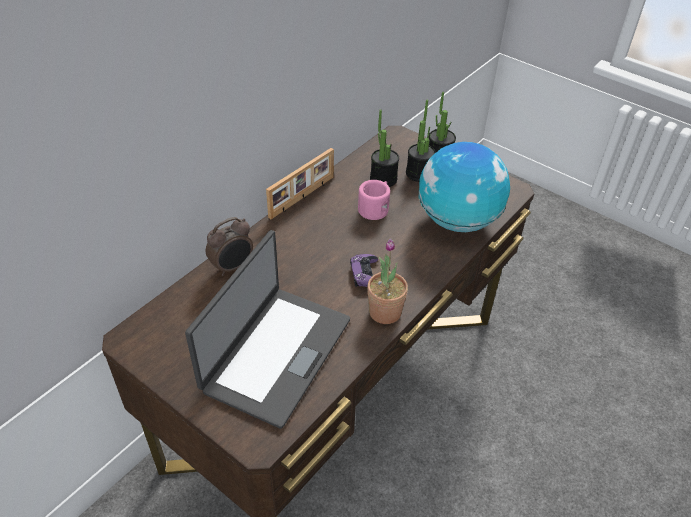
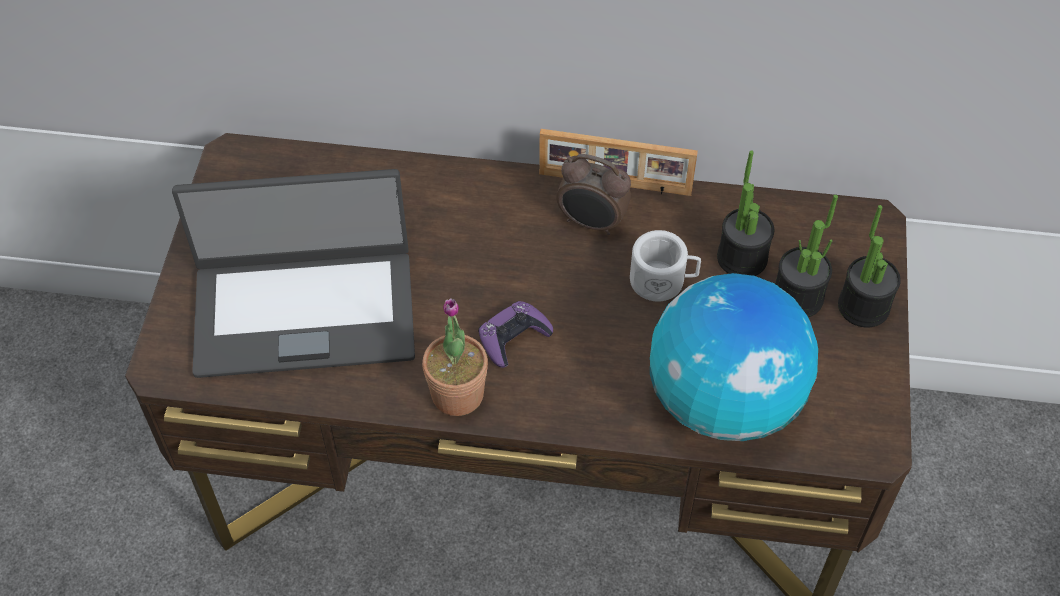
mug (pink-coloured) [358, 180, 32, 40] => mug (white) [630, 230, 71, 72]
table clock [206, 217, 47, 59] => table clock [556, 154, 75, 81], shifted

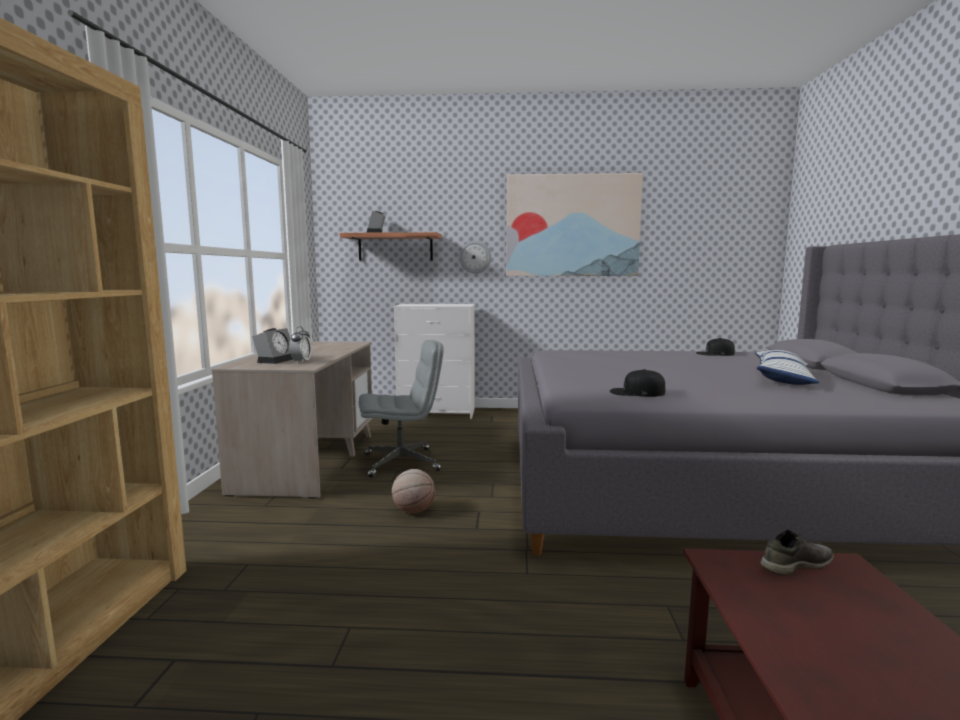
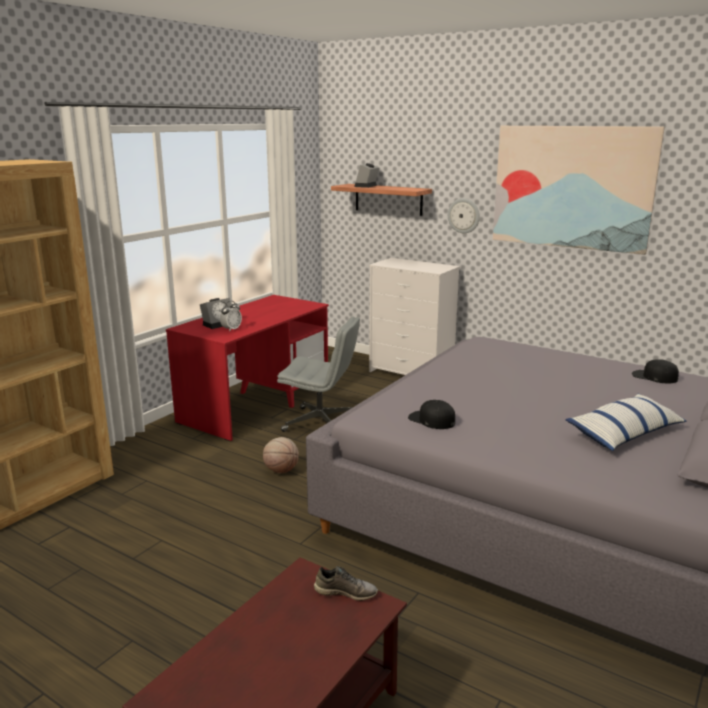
desk table (beige) [211, 342, 162, 157] => desk table (red) [166, 295, 163, 146]

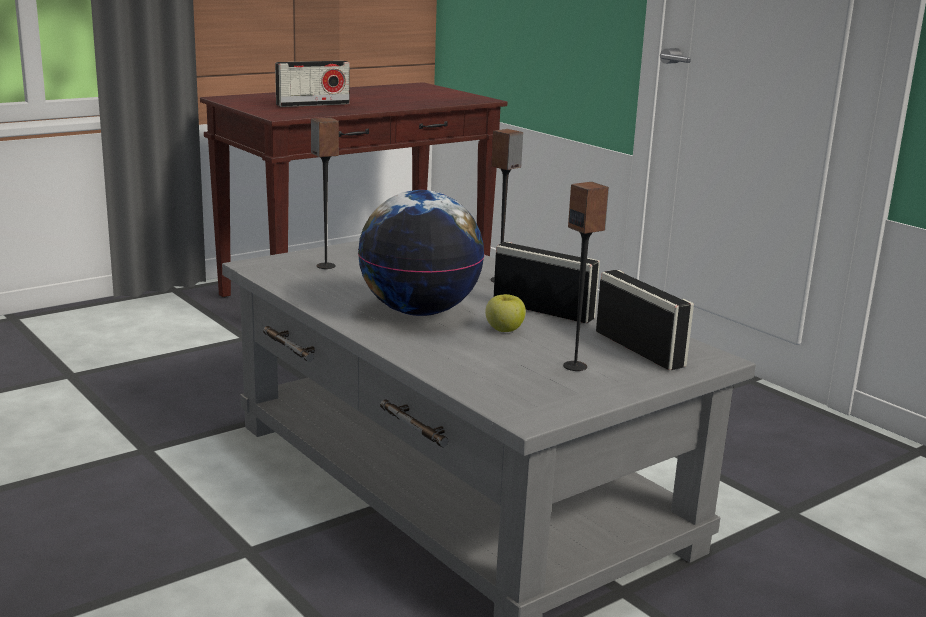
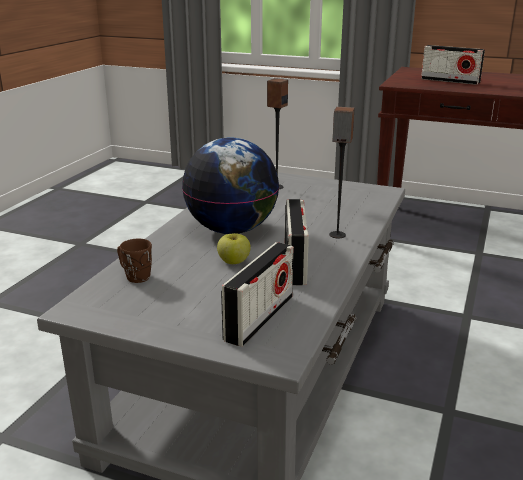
speaker [563, 182, 46, 189] => nothing
nothing => mug (brownish) [117, 239, 35, 44]

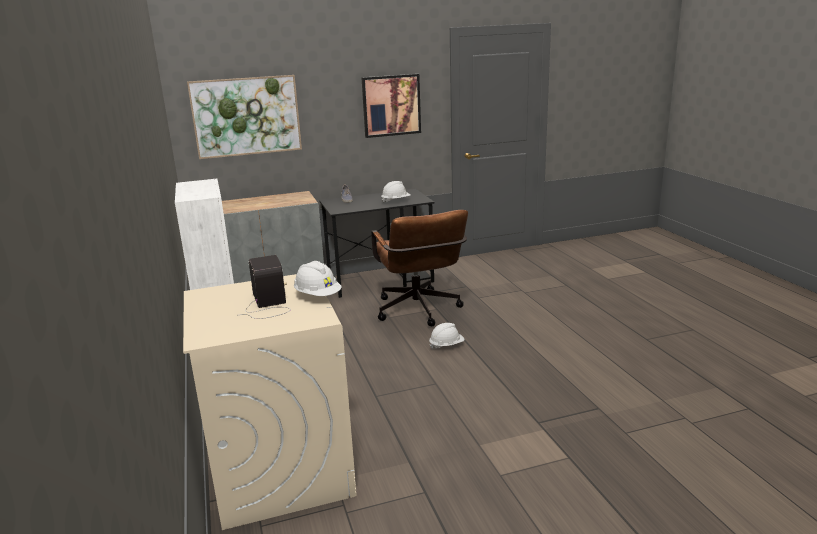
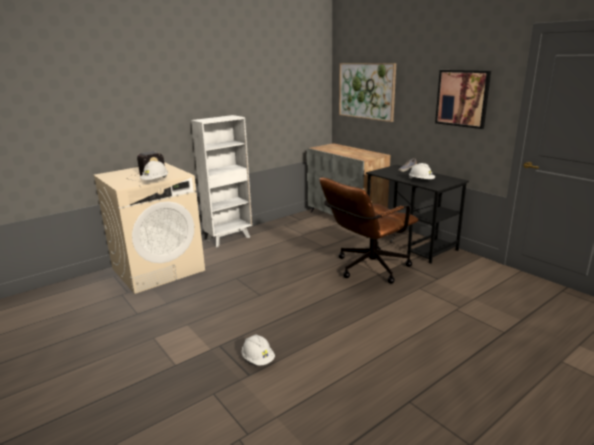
safety helmet (white) [429, 323, 36, 26] => safety helmet (white) [241, 335, 34, 30], shifted

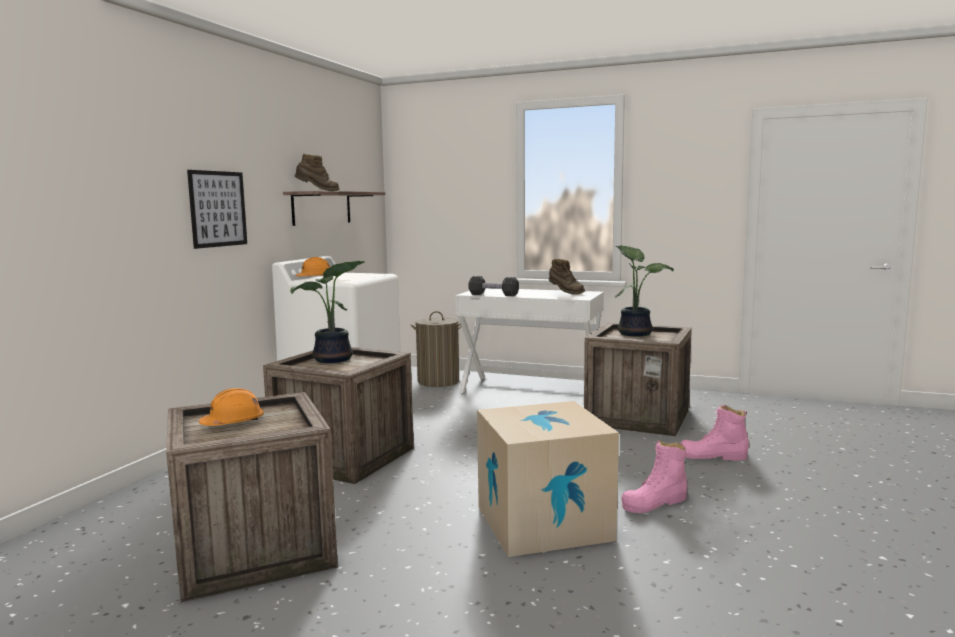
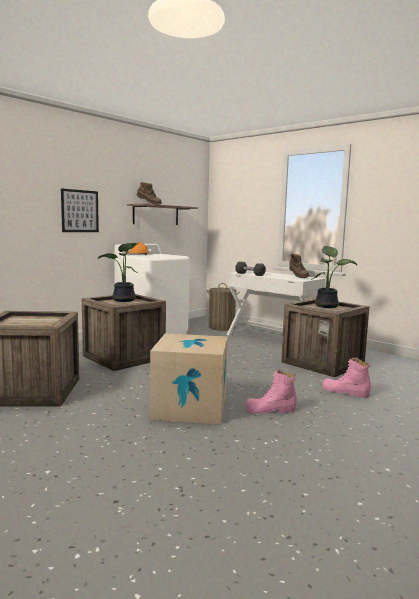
safety helmet (orange-coloured) [199, 388, 65, 38] => nothing

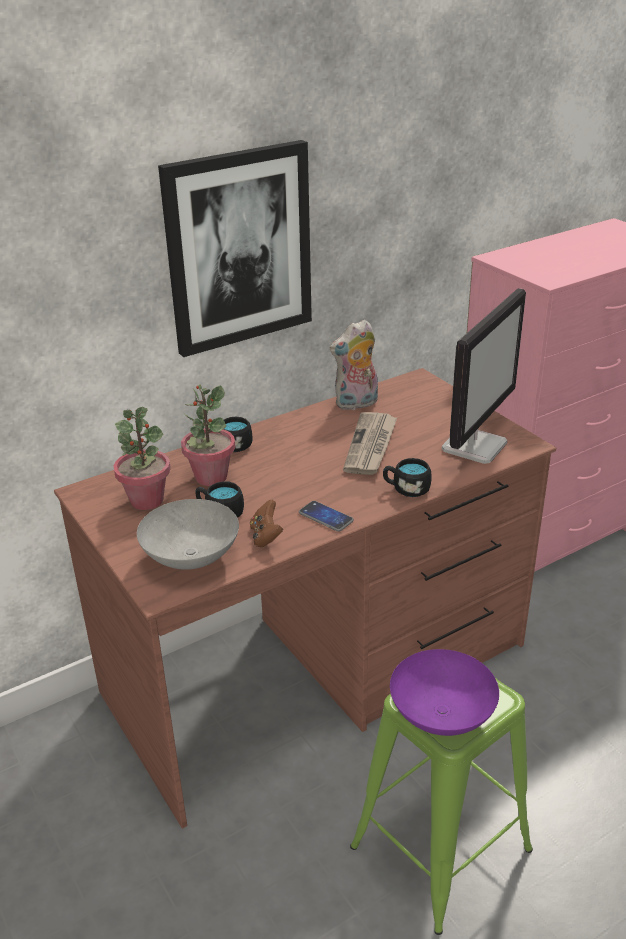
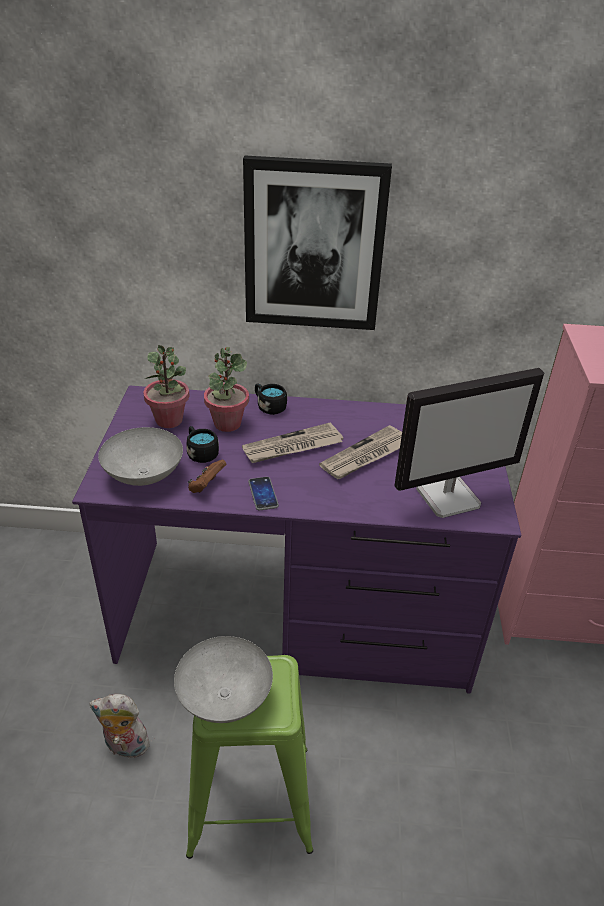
plush toy [330, 319, 48, 91] => plush toy [89, 694, 64, 68], shifted
desk table (brownish) [54, 368, 502, 460] => desk table (purple-coloured) [72, 385, 449, 309]
mug (black) [383, 458, 49, 39] => nothing
serving bowl (purple-coloured) [390, 649, 109, 87] => serving bowl (greyish) [174, 636, 99, 87]
nothing => daily paper [242, 422, 101, 41]

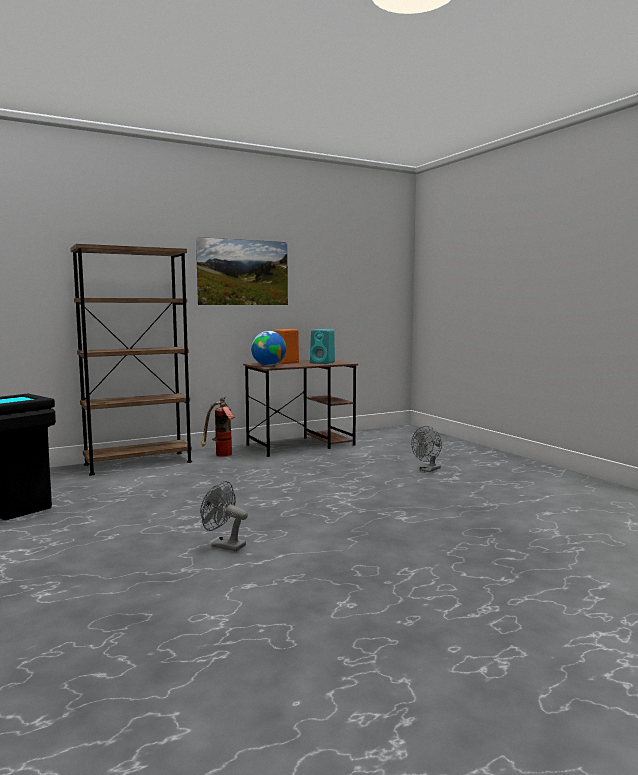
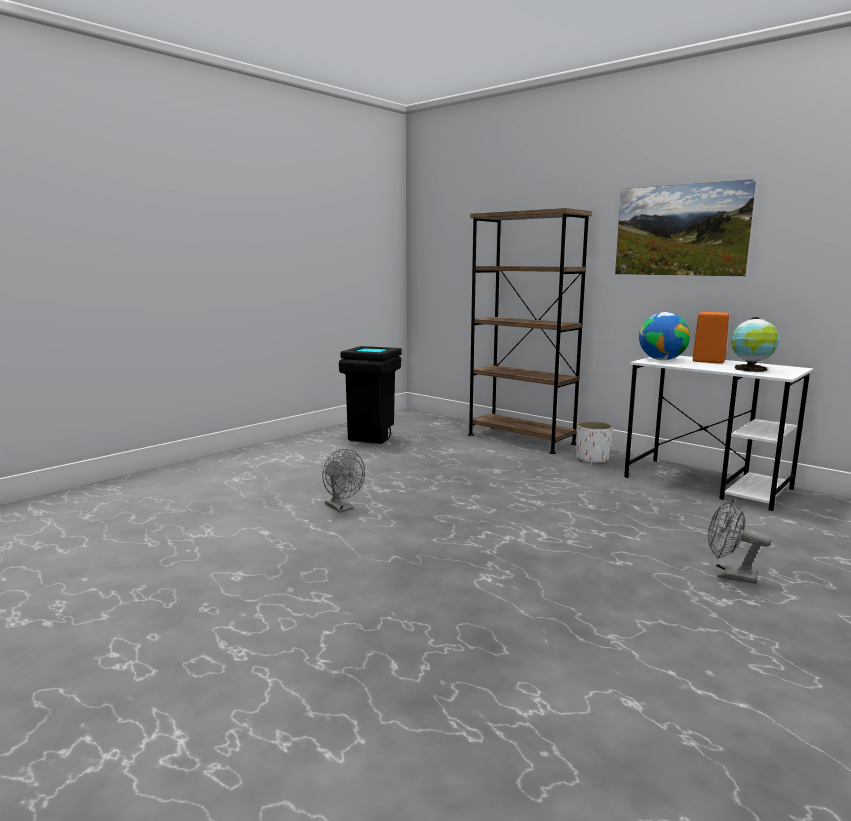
speaker (turquoise) [310, 329, 25, 35] => desk globe [731, 317, 48, 55]
desk table (brownish) [243, 360, 115, 97] => desk table (white) [624, 356, 189, 155]
fire extinguisher [201, 397, 34, 60] => planter (white) [576, 421, 37, 43]
fan (greyish) [200, 481, 48, 71] => fan (greyish) [322, 449, 43, 64], 135 degrees clockwise

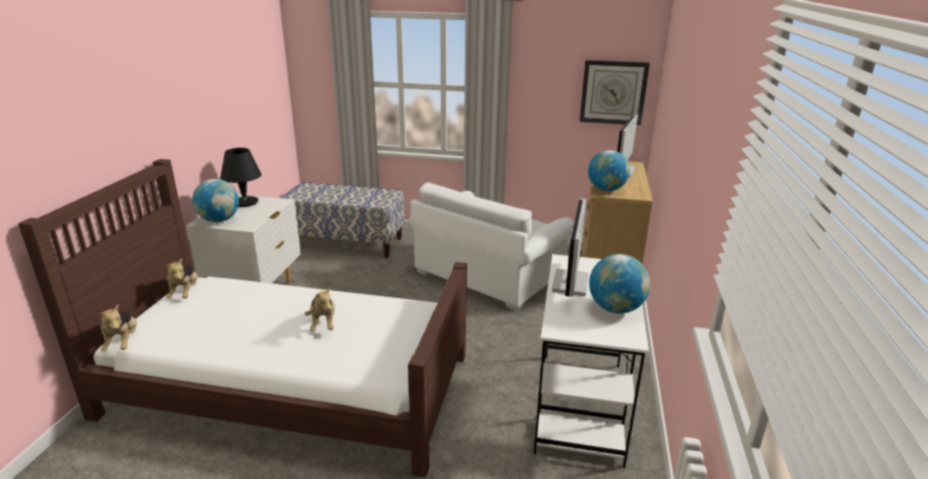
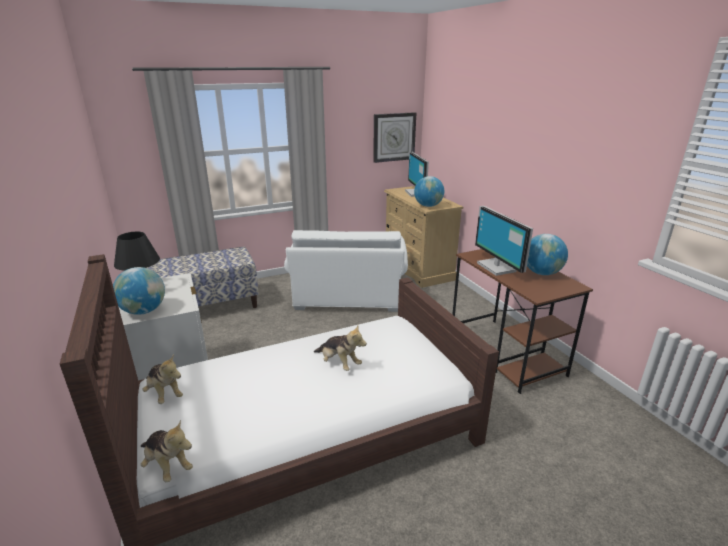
desk table (white) [534, 254, 115, 214] => desk table (brownish) [452, 249, 141, 145]

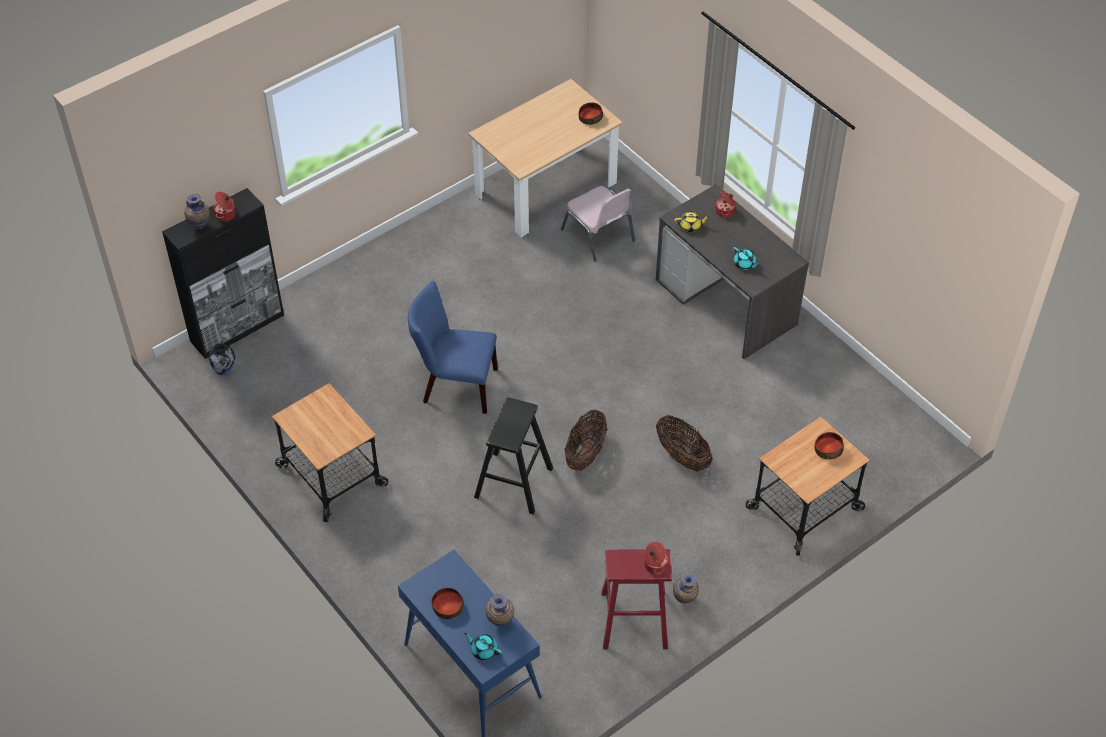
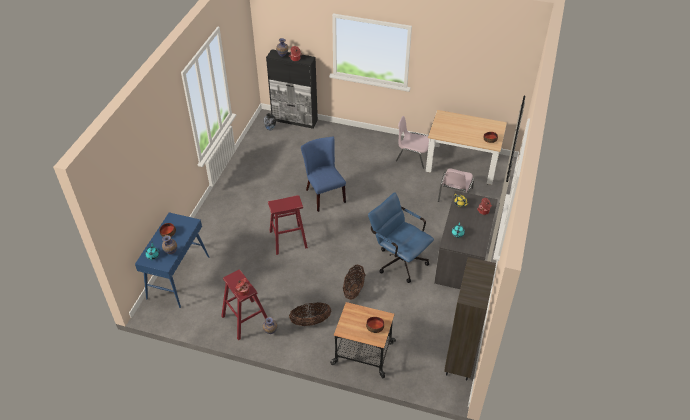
cart [272, 383, 116, 139] => nothing
stool seat (black) [474, 398, 79, 117] => stool seat (red) [268, 195, 40, 60]
household basket [564, 410, 44, 61] => household basket [289, 302, 42, 24], shifted
nothing => upright chair (pink-coloured) [396, 116, 33, 53]
nothing => desk chair (blue-coloured) [368, 192, 66, 91]
nothing => bookcase (brownish) [444, 257, 52, 124]

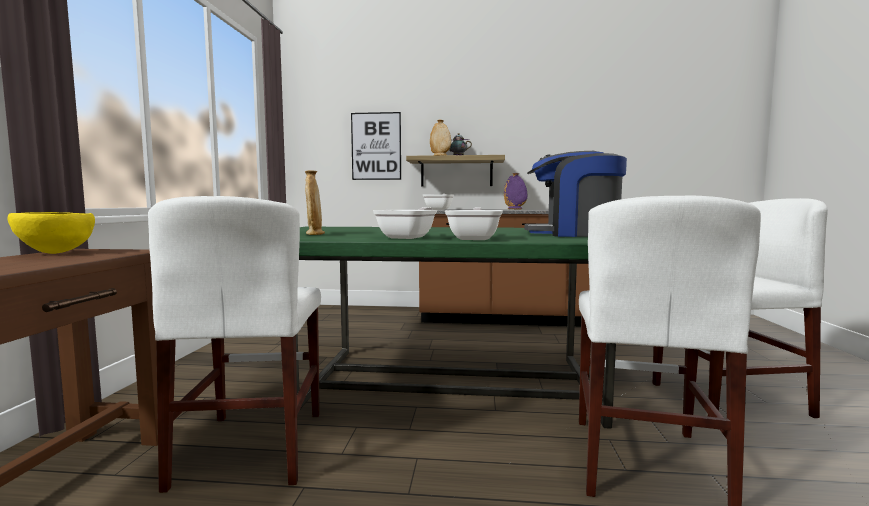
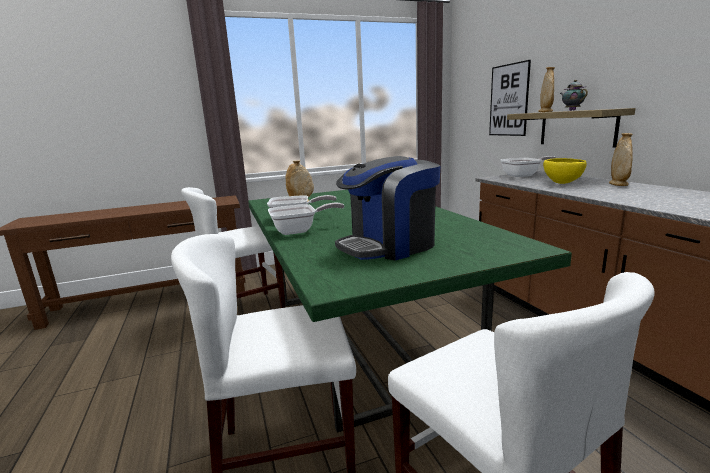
coffee maker [524, 151, 103, 86] => coffee maker [335, 156, 105, 105], 105 degrees counterclockwise
decorative vase (purple-coloured) [504, 173, 23, 36] => decorative vase (beige) [609, 133, 24, 53]
serving bowl (yellow-coloured) [7, 212, 88, 42] => serving bowl (yellow-coloured) [543, 158, 44, 26], shifted

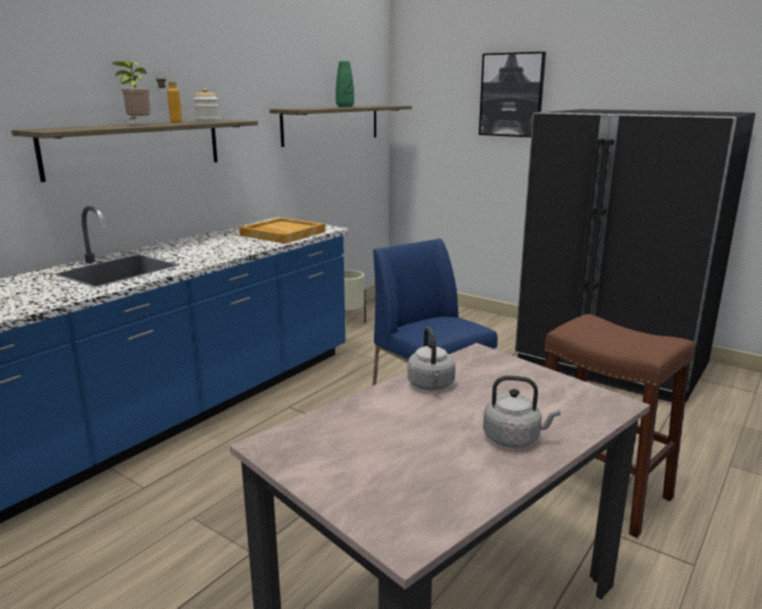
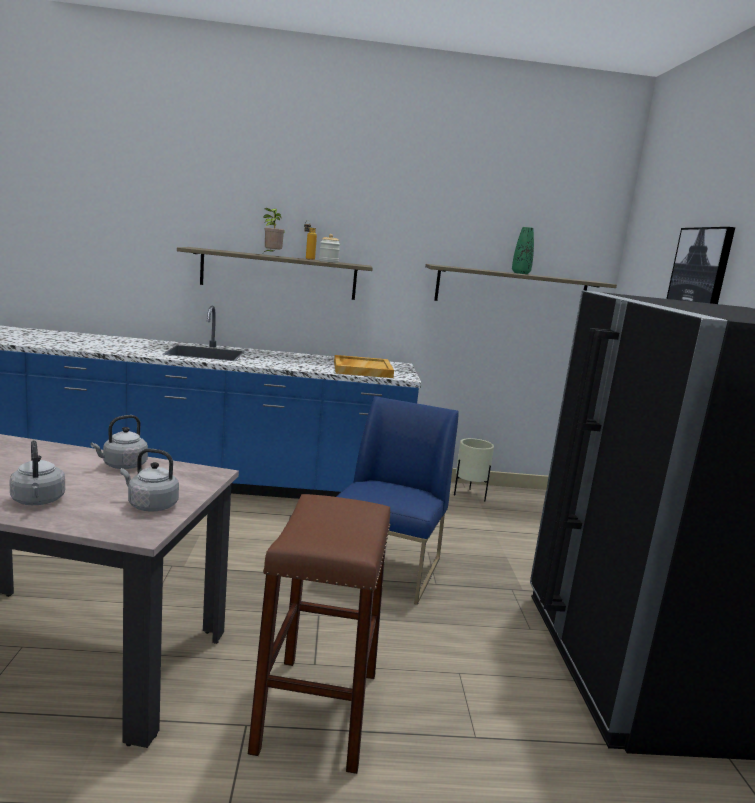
nothing => kettle (greyish) [120, 449, 59, 62]

